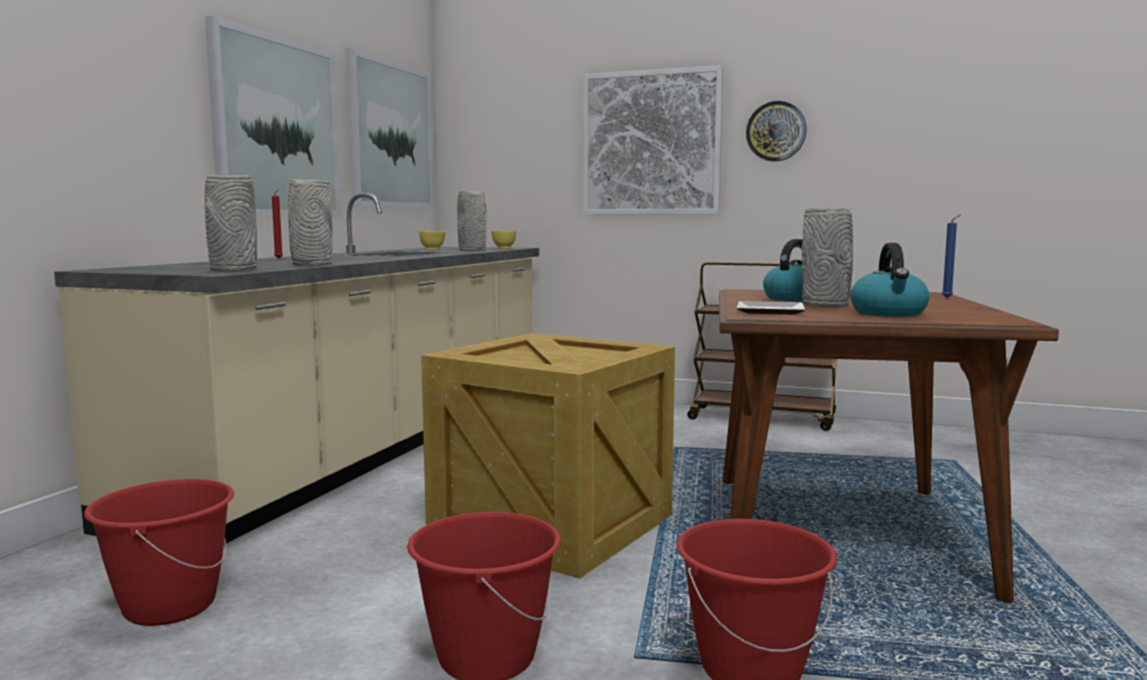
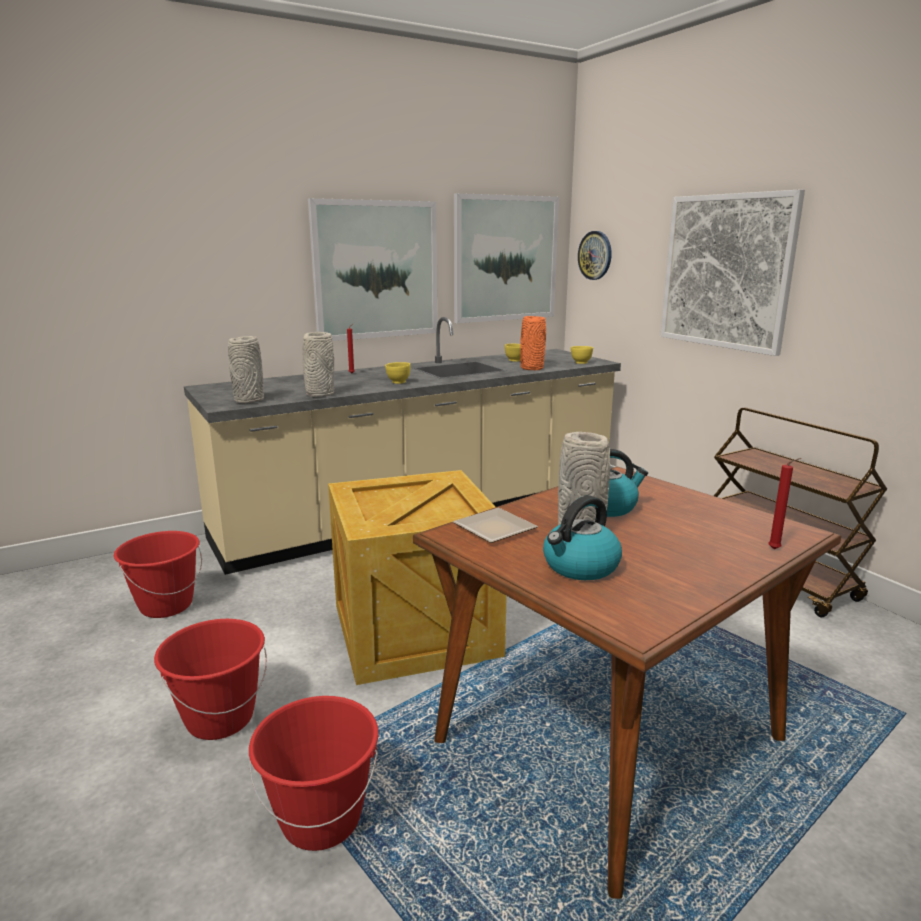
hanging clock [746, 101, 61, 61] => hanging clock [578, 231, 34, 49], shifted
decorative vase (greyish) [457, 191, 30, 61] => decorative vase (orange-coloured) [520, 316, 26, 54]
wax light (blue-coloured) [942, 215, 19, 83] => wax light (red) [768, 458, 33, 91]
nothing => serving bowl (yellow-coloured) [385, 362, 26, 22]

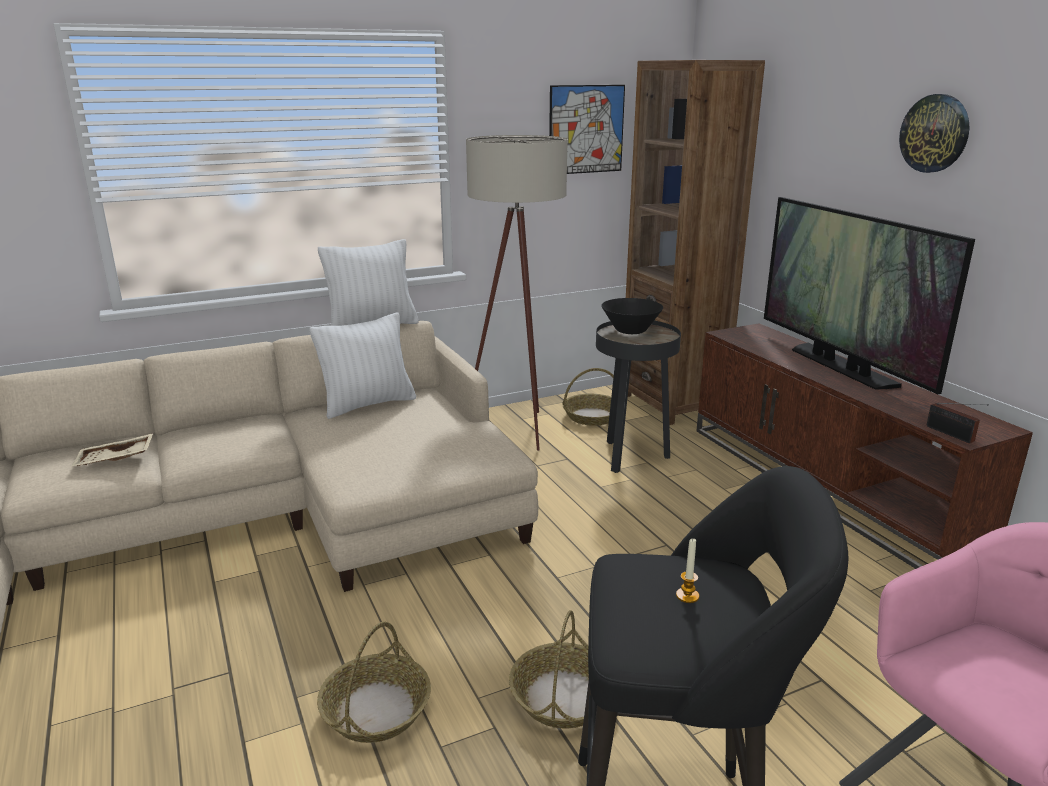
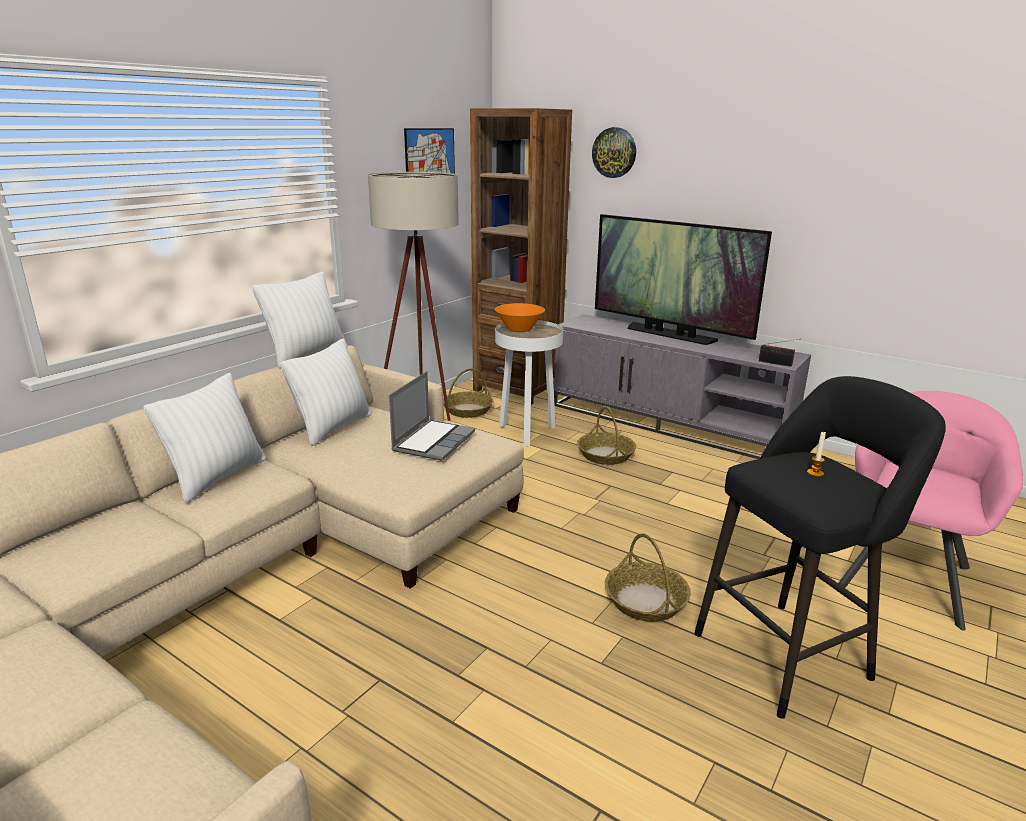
hanging clock [899, 94, 70, 79] => hanging clock [592, 127, 44, 51], shifted
serving bowl (black) [601, 298, 62, 36] => serving bowl (orange-coloured) [495, 303, 50, 29]
end table (black) [596, 321, 85, 152] => end table (white) [495, 320, 68, 127]
media console (brownish) [696, 323, 337, 246] => media console (greyish) [554, 314, 257, 145]
tray (beige) [71, 433, 82, 34] => nothing
household basket [317, 622, 114, 121] => household basket [577, 407, 59, 58], shifted
nothing => portable computer [389, 371, 86, 90]
nothing => throw pillow (white) [143, 373, 123, 130]

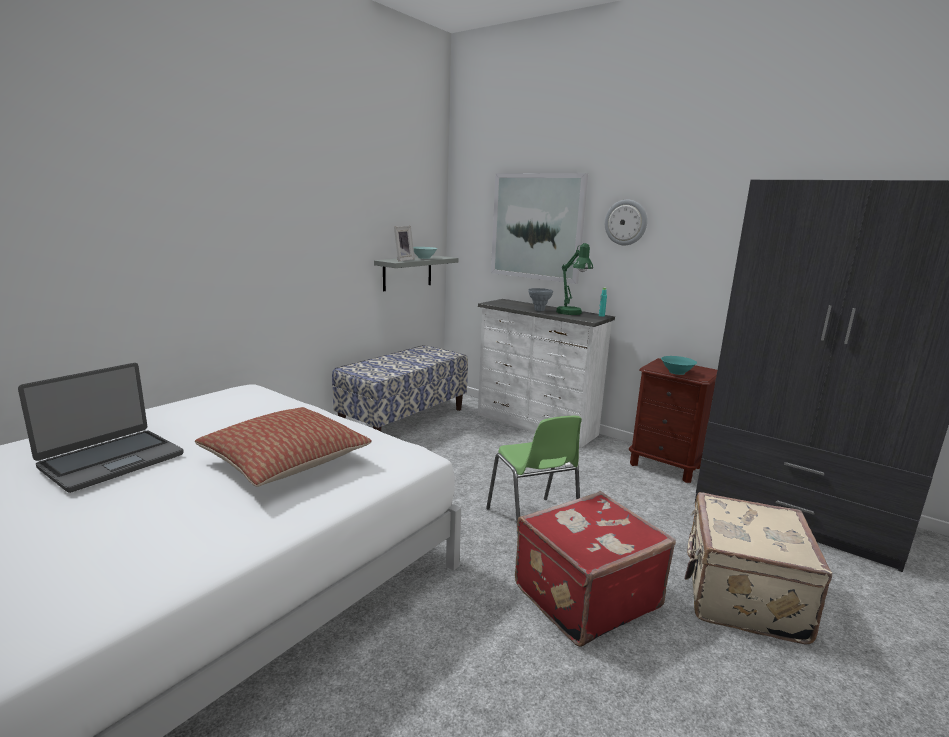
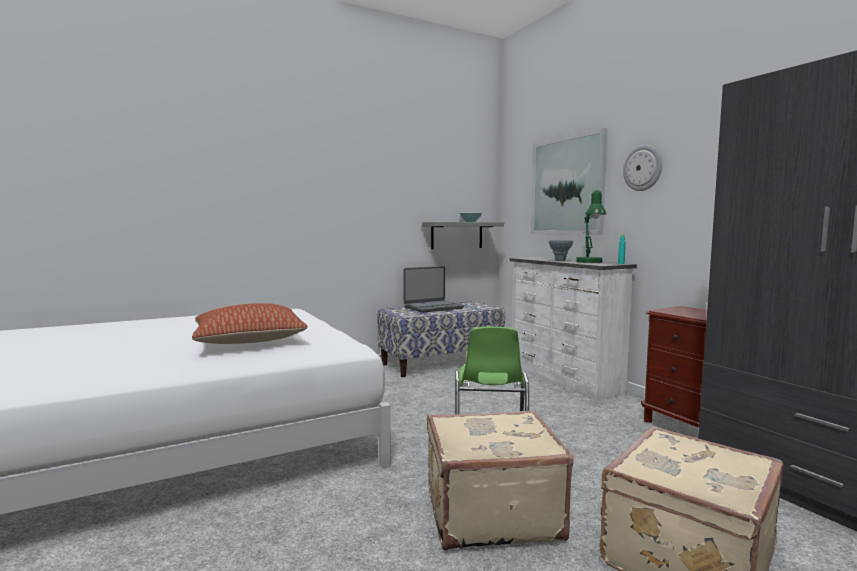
standing frame [394, 226, 21, 35] => nothing
serving bowl (turquoise) [661, 356, 36, 19] => nothing
portable computer [18, 363, 166, 130] => portable computer [403, 266, 61, 47], shifted
travel case (red) [515, 491, 161, 156] => travel case (beige) [427, 410, 147, 141]

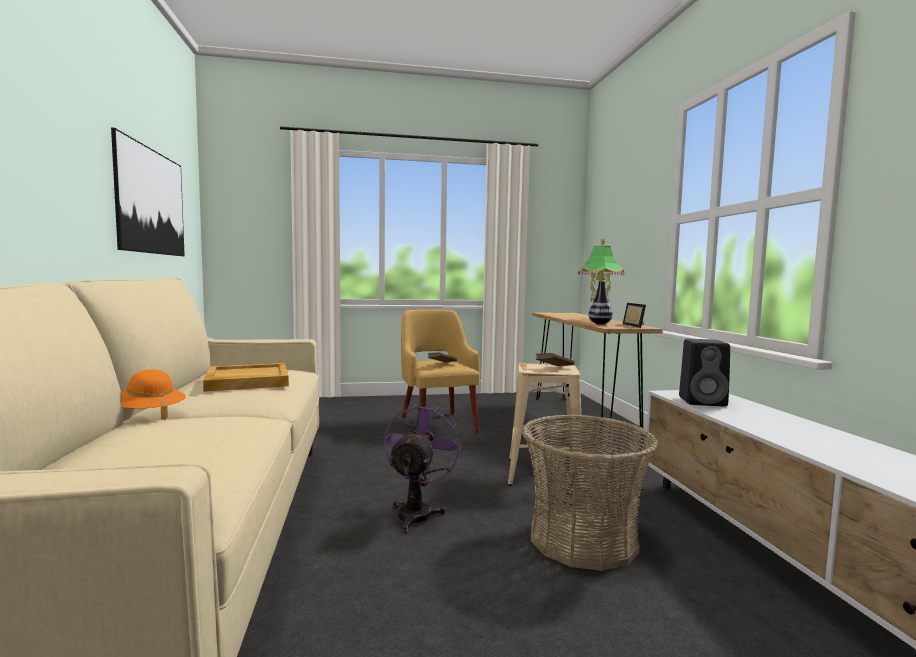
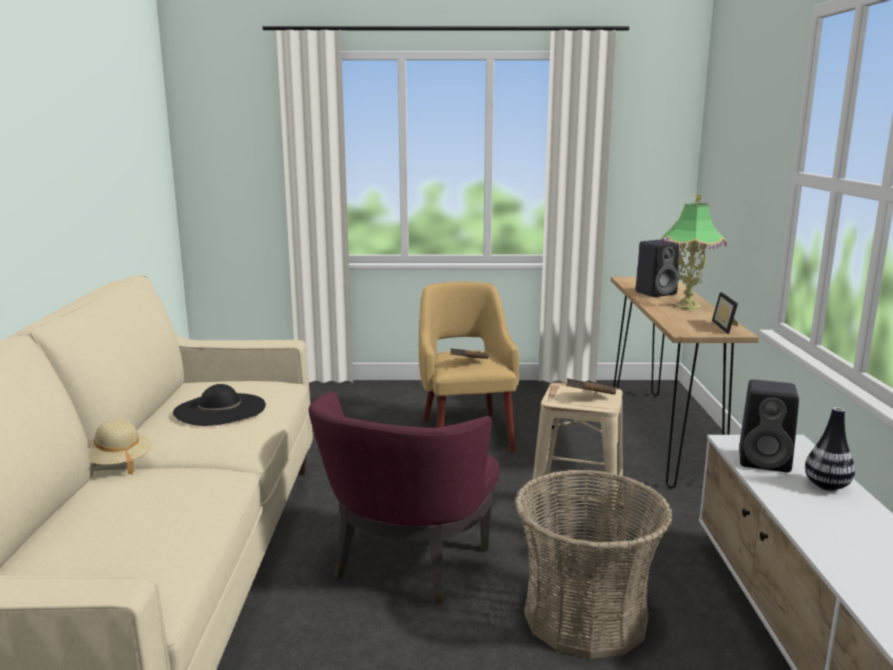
wall art [111, 128, 74, 128] => nothing
decorative vase [589, 281, 24, 44] => decorative vase [805, 407, 50, 84], shifted
tray (beige) [203, 363, 86, 29] => hat (black) [173, 384, 93, 42]
hat (orange-coloured) [120, 370, 66, 50] => hat (beige) [88, 419, 64, 55]
fan (purple-coloured) [384, 404, 78, 129] => lounge chair (purple-coloured) [308, 391, 192, 214]
nothing => speaker (black) [635, 240, 44, 57]

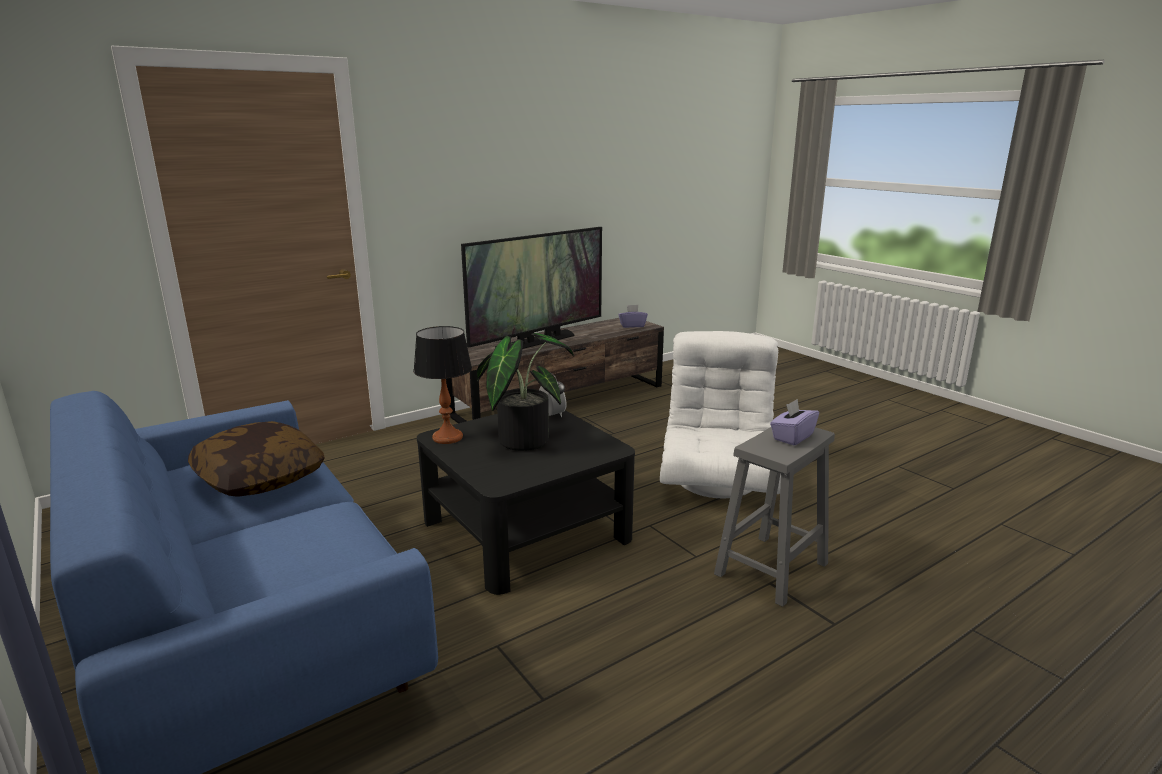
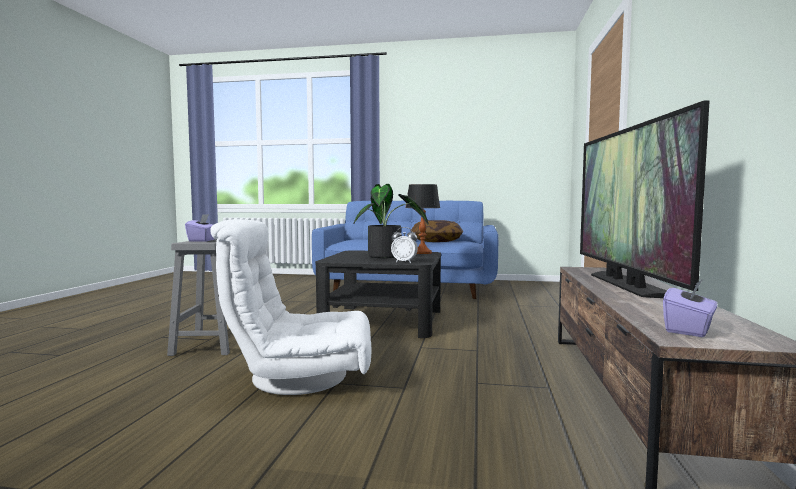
lounge chair (white) [660, 331, 121, 167] => lounge chair (white) [210, 219, 161, 176], 120 degrees clockwise

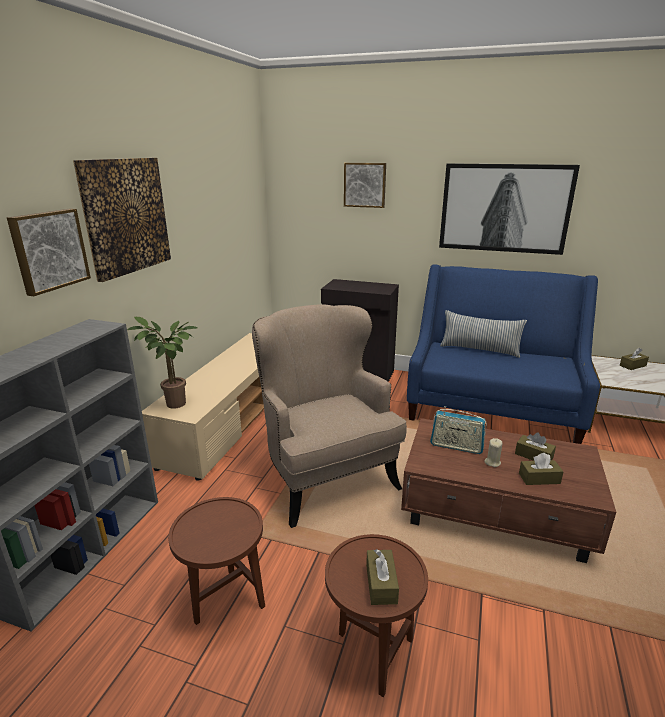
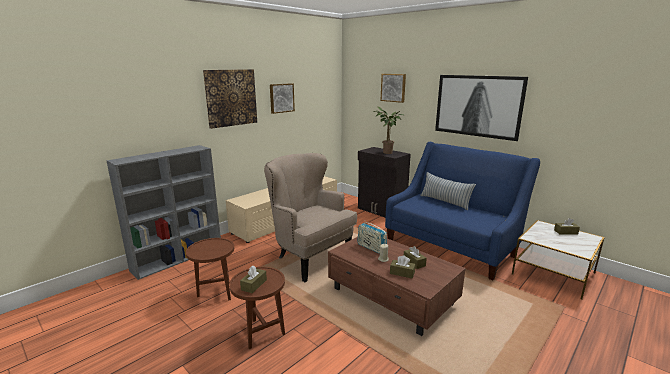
wall art [7, 209, 84, 87] => wall art [270, 83, 25, 31], shifted
lounge chair (beige) [252, 305, 155, 223] => lounge chair (beige) [264, 153, 93, 129], 45 degrees counterclockwise
potted plant [127, 317, 70, 92] => potted plant [373, 106, 30, 48], shifted

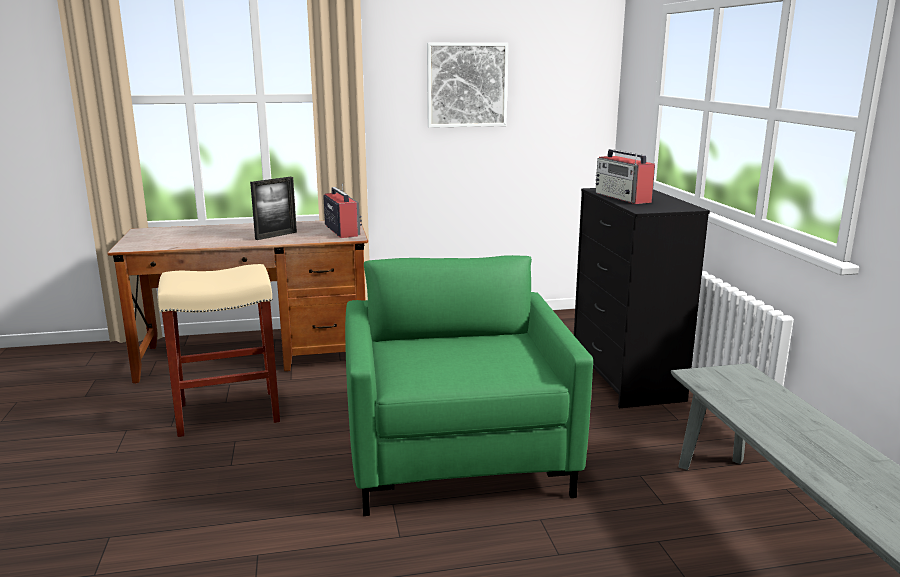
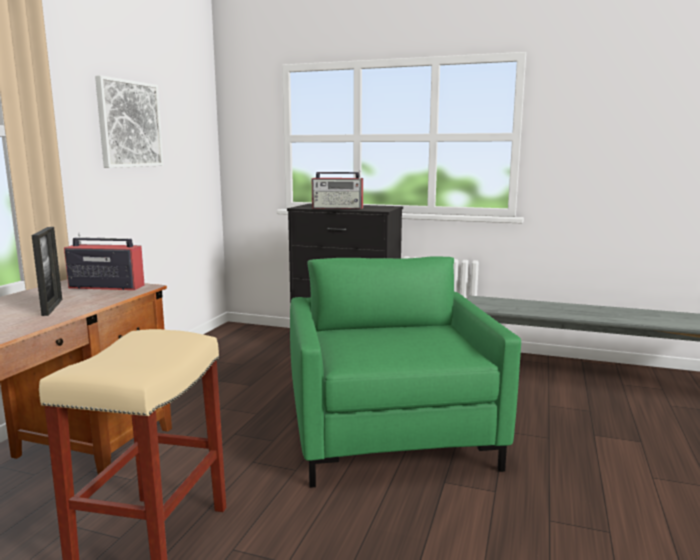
lounge chair (green) [345, 255, 248, 261] => lounge chair (green) [290, 256, 231, 232], 60 degrees clockwise

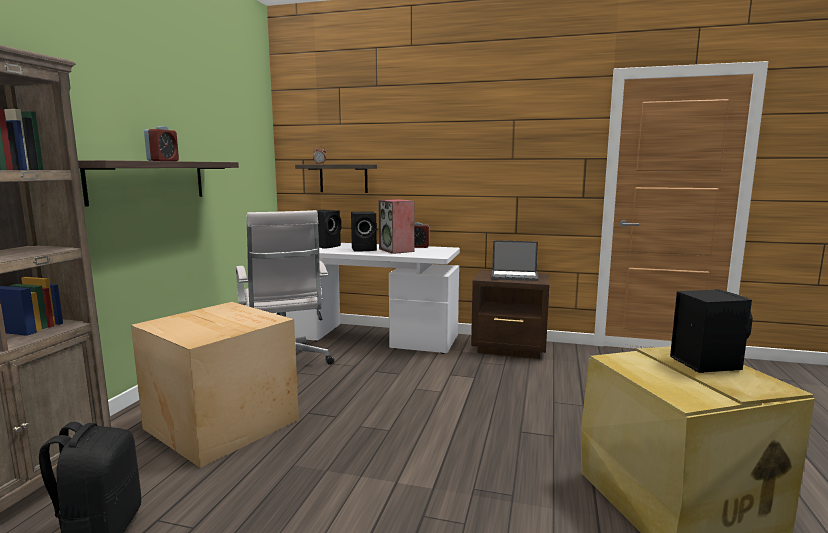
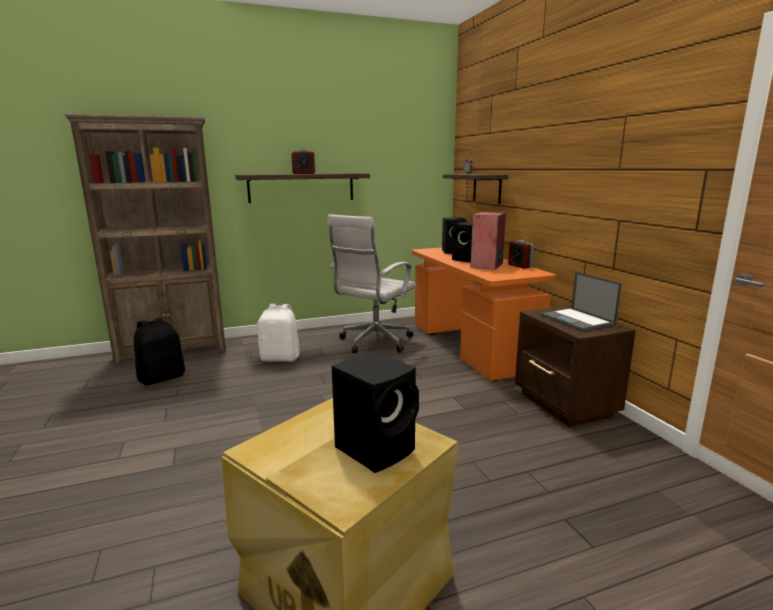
desk table (white) [286, 243, 174, 111] => desk table (orange-coloured) [412, 247, 144, 134]
carton [131, 302, 168, 166] => knapsack (white) [257, 304, 43, 58]

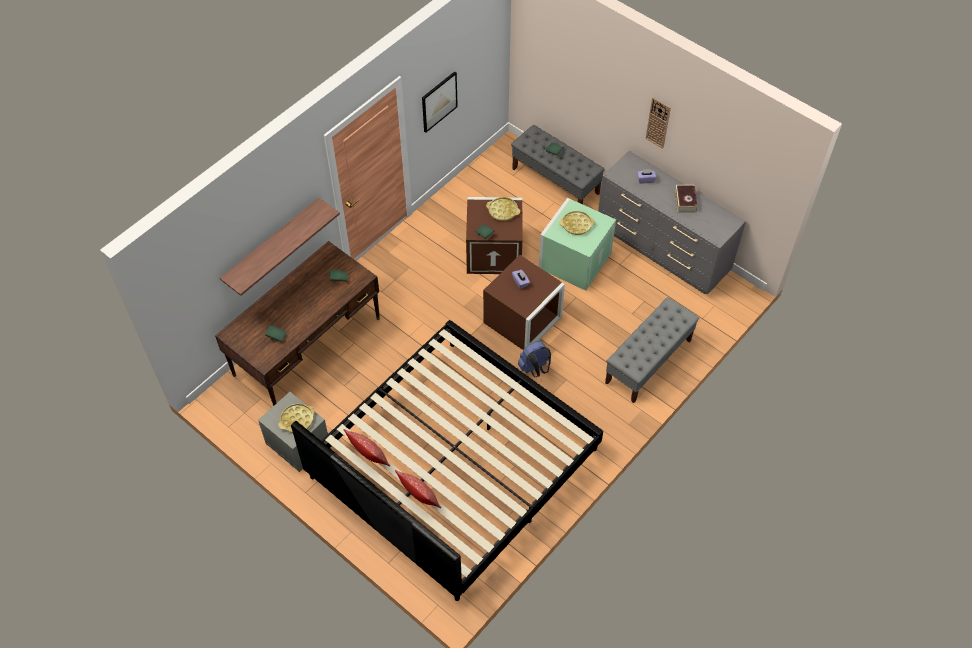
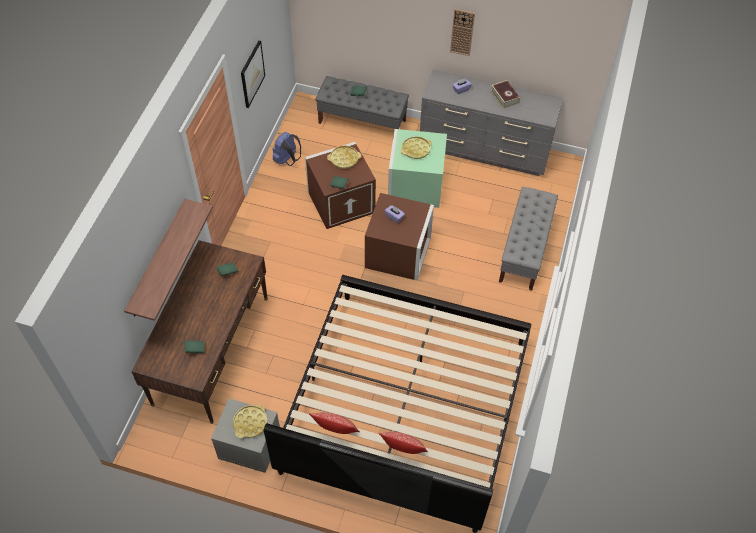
knapsack (blue-coloured) [518, 341, 33, 36] => knapsack (blue-coloured) [273, 132, 28, 34], shifted

